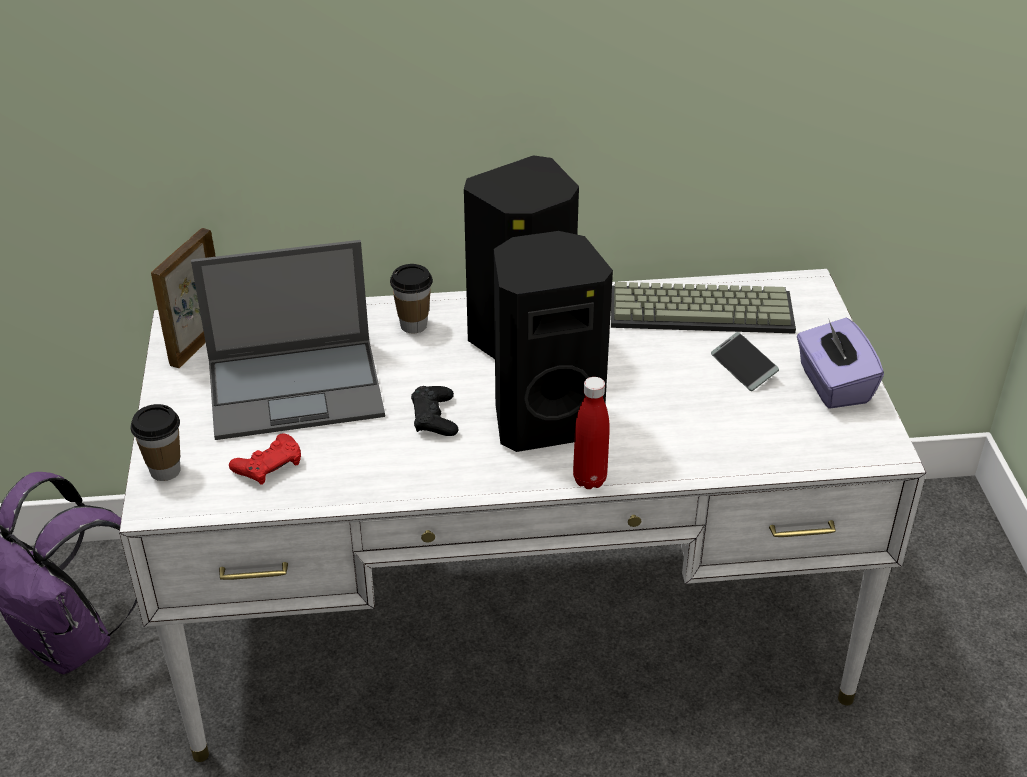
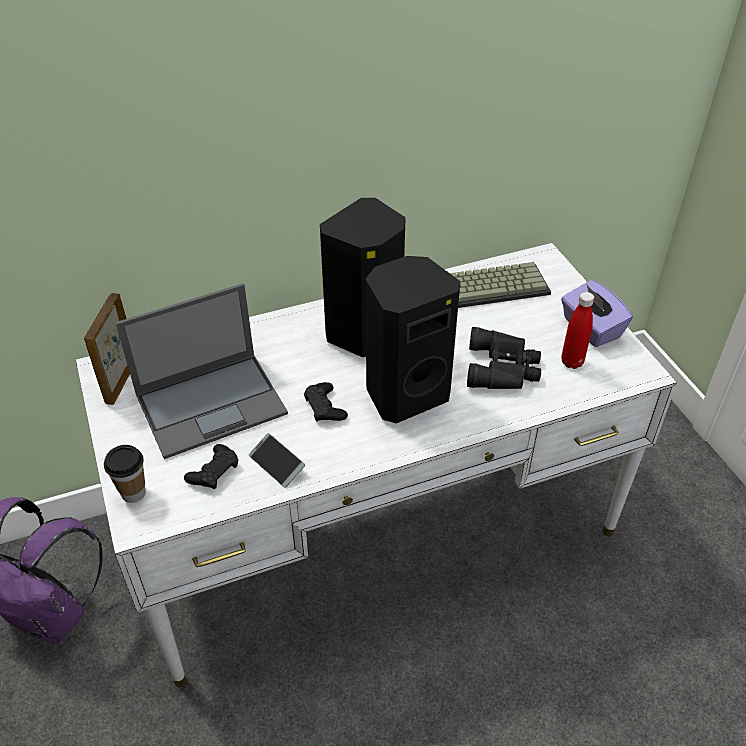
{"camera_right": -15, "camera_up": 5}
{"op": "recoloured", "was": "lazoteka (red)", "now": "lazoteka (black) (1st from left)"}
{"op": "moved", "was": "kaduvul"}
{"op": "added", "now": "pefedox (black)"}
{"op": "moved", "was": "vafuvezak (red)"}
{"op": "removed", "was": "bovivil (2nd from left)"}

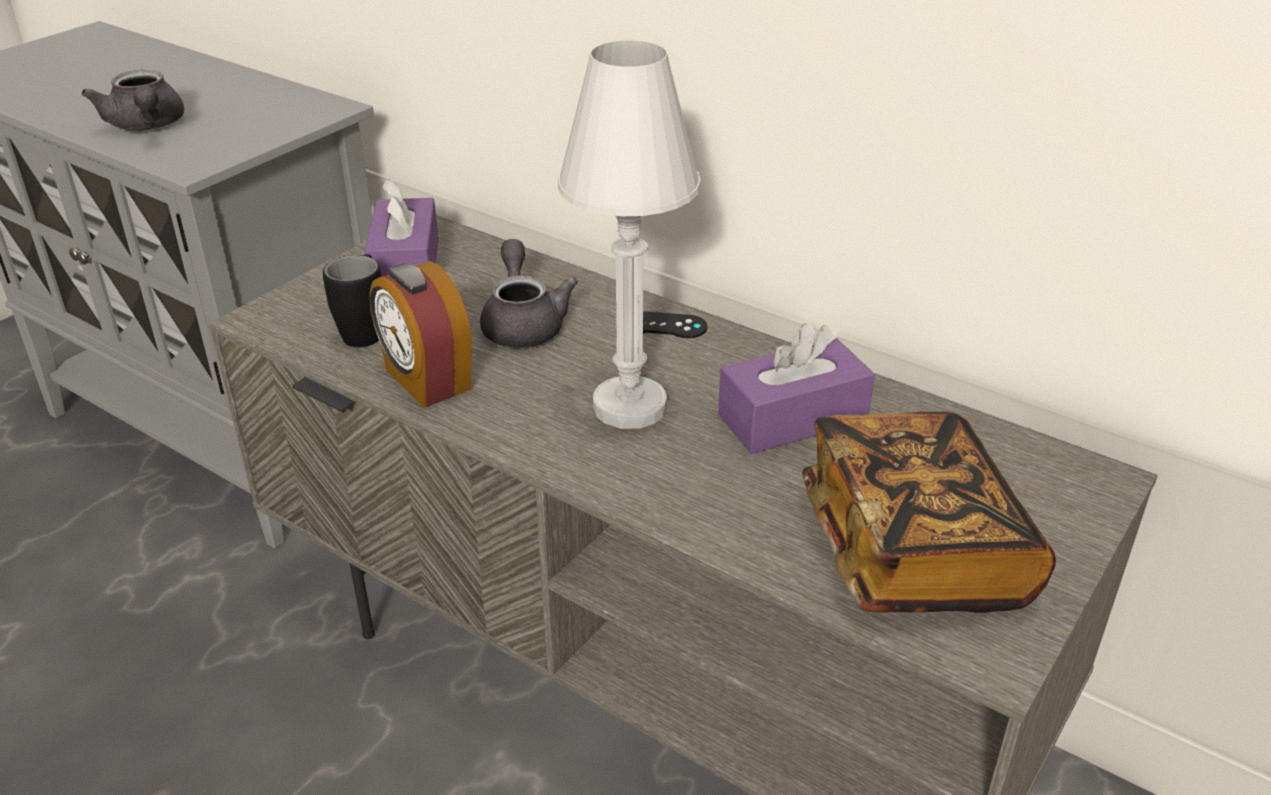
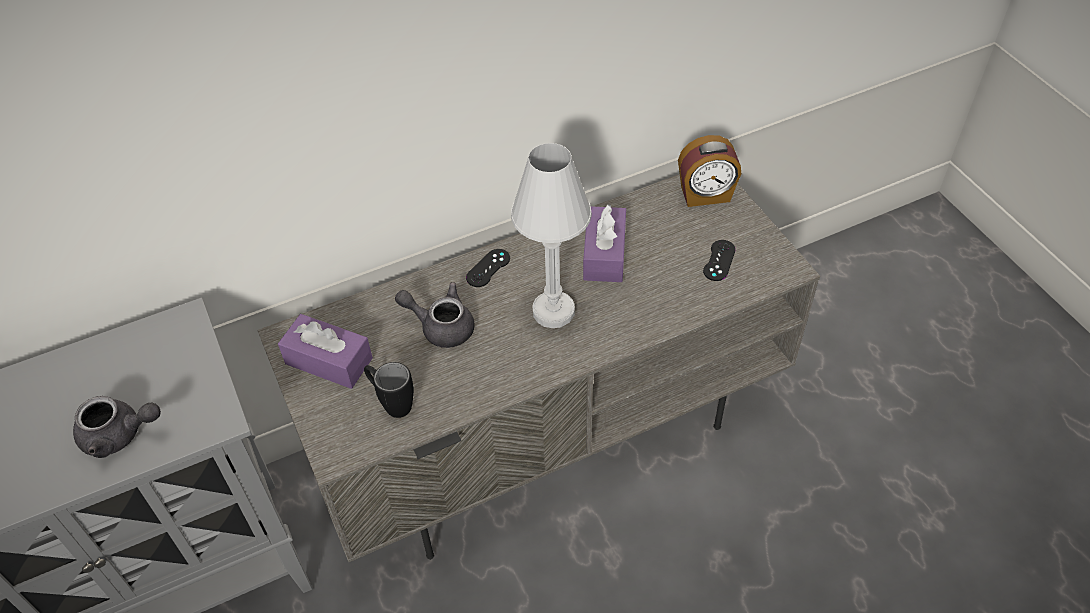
{"camera_right": -60, "camera_up": 15}
{"op": "moved", "was": "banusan"}
{"op": "replaced", "was": "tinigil", "now": "lazoteka (black) (2nd from left)"}

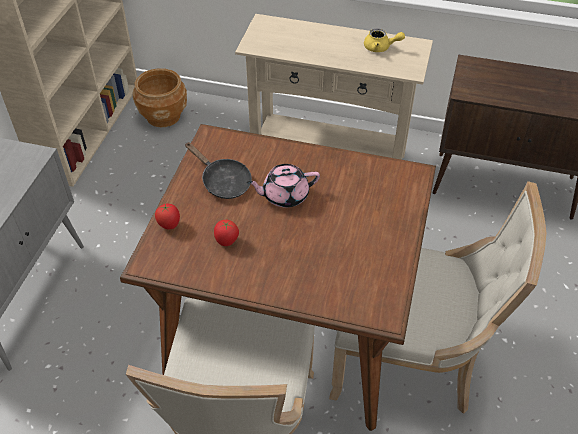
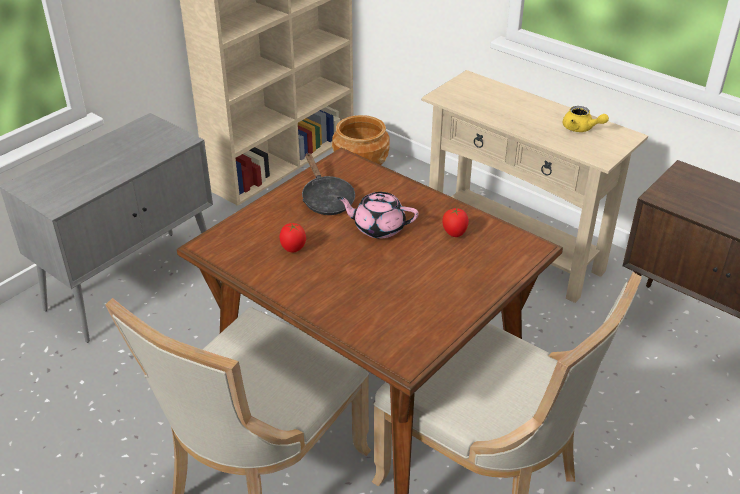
{"camera_right": 25, "camera_up": -10}
{"op": "moved", "was": "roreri (1st from left in the first image)", "now": "roreri (2nd from left)"}

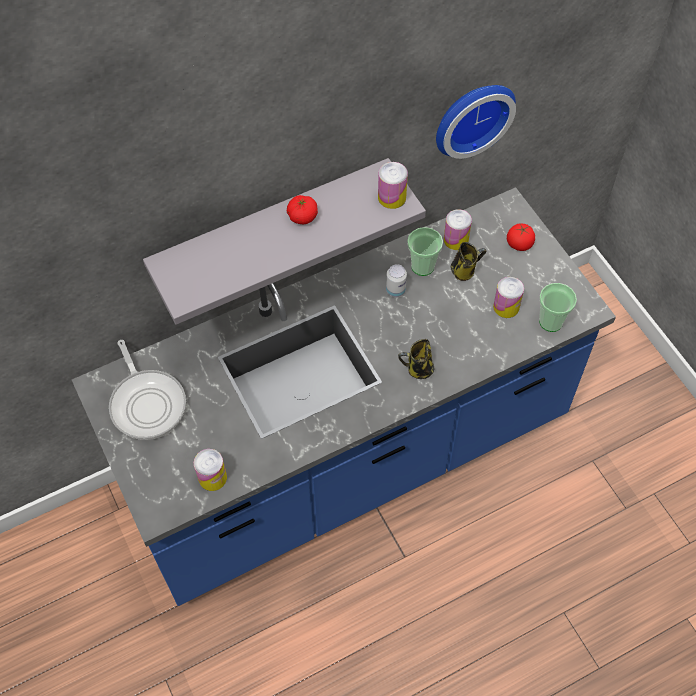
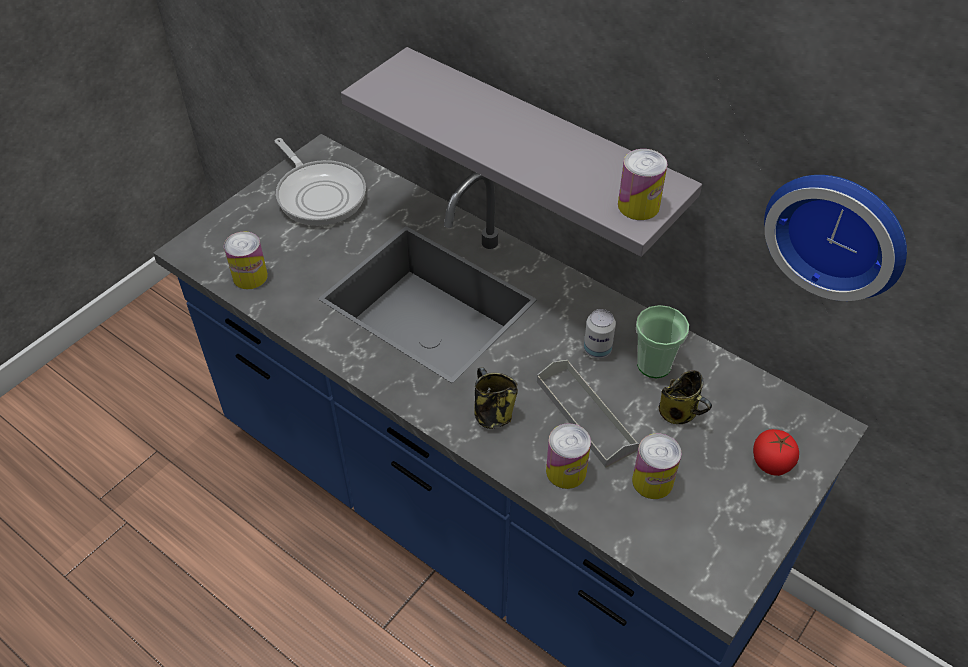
{"camera_right": 65, "camera_up": -10}
{"op": "turned", "was": "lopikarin", "clockwise": -75}
{"op": "added", "now": "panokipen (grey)"}
{"op": "moved", "was": "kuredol (4th from left in the first image)", "now": "kuredol (2nd from left)"}
{"op": "removed", "was": "roreri (1st from left)"}
{"op": "removed", "was": "bovivil (2nd from left)"}

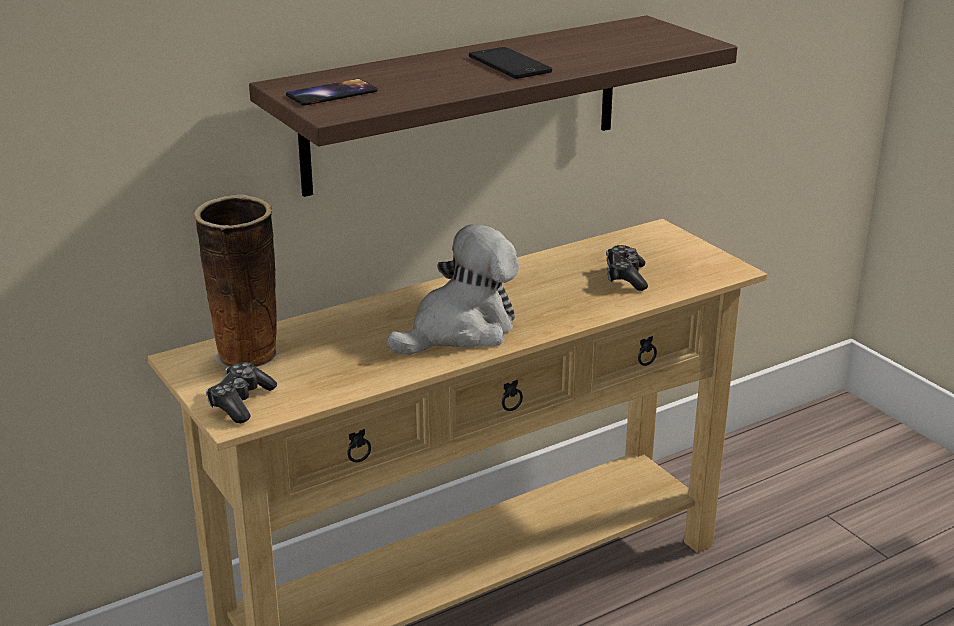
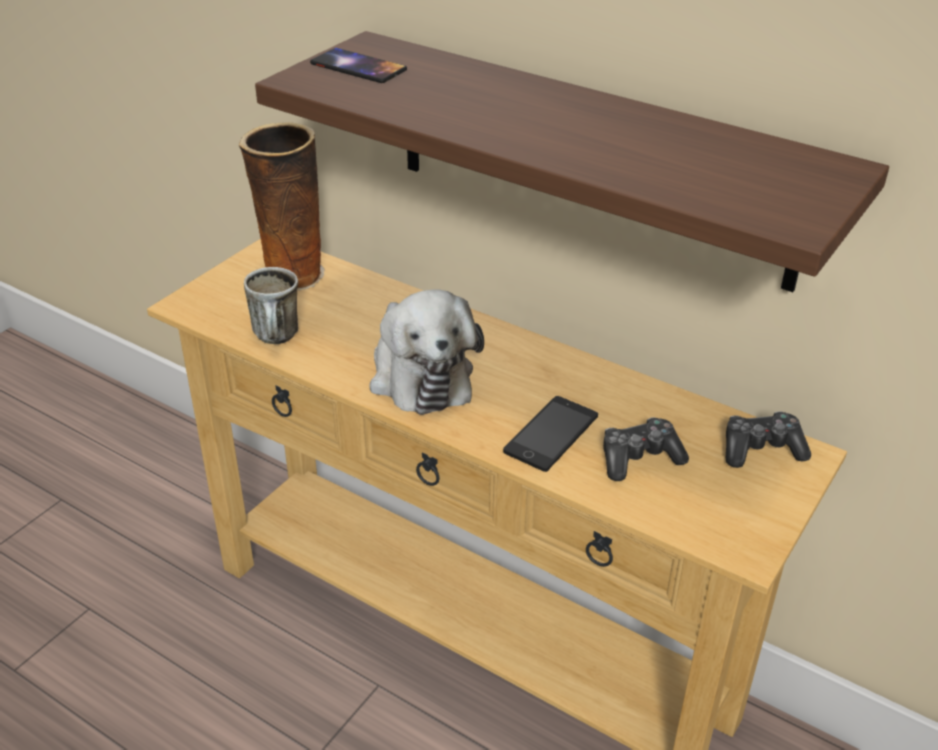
{"camera_right": 65, "camera_up": 10}
{"op": "added", "now": "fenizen"}
{"op": "turned", "was": "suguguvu", "clockwise": 45}
{"op": "moved", "was": "kaduvul (2nd from left)"}
{"op": "moved", "was": "lazoteka (1st from left in the first image)", "now": "lazoteka (2nd from left)"}

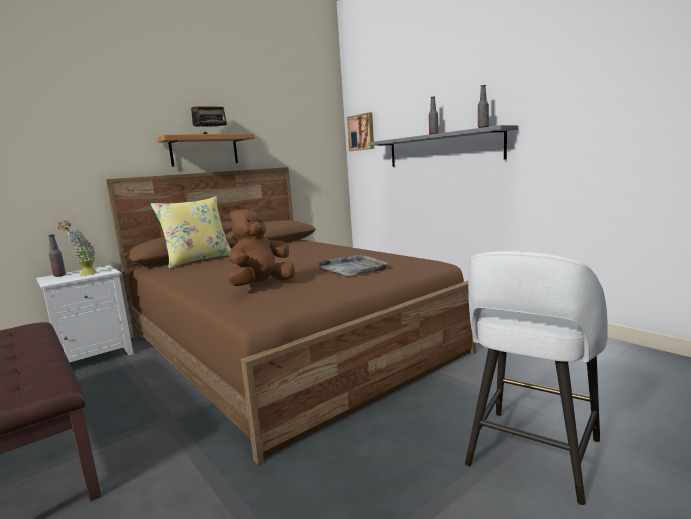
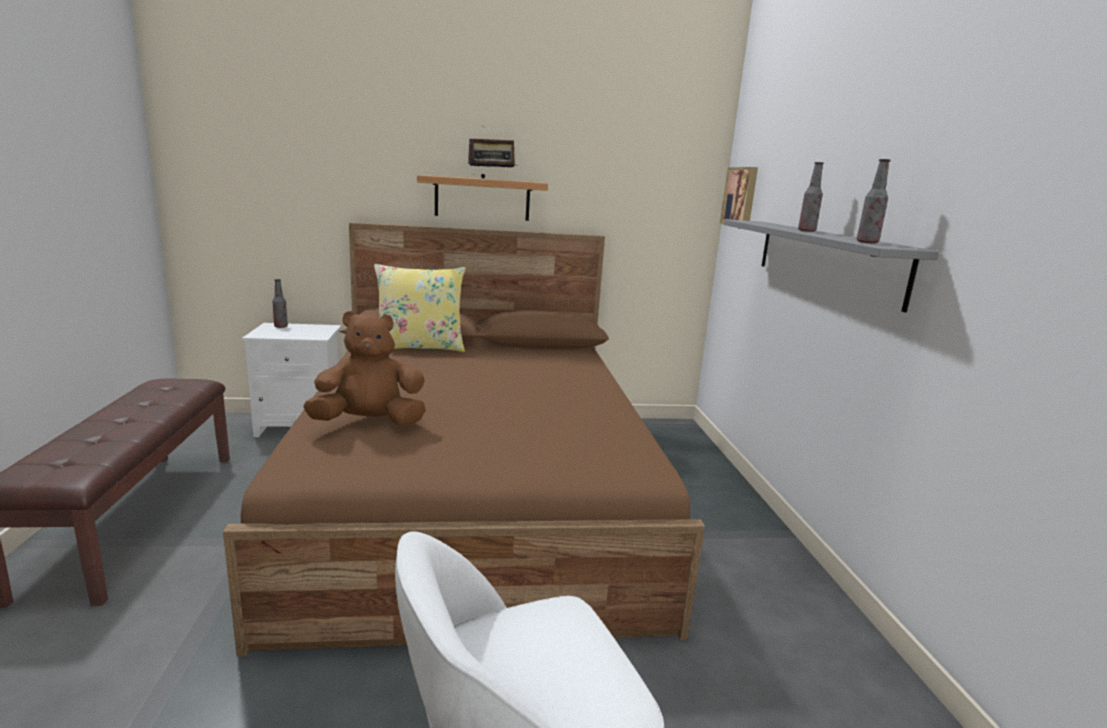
{"camera_right": 30, "camera_up": 5}
{"op": "removed", "was": "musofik"}
{"op": "removed", "was": "panokipen (grey)"}

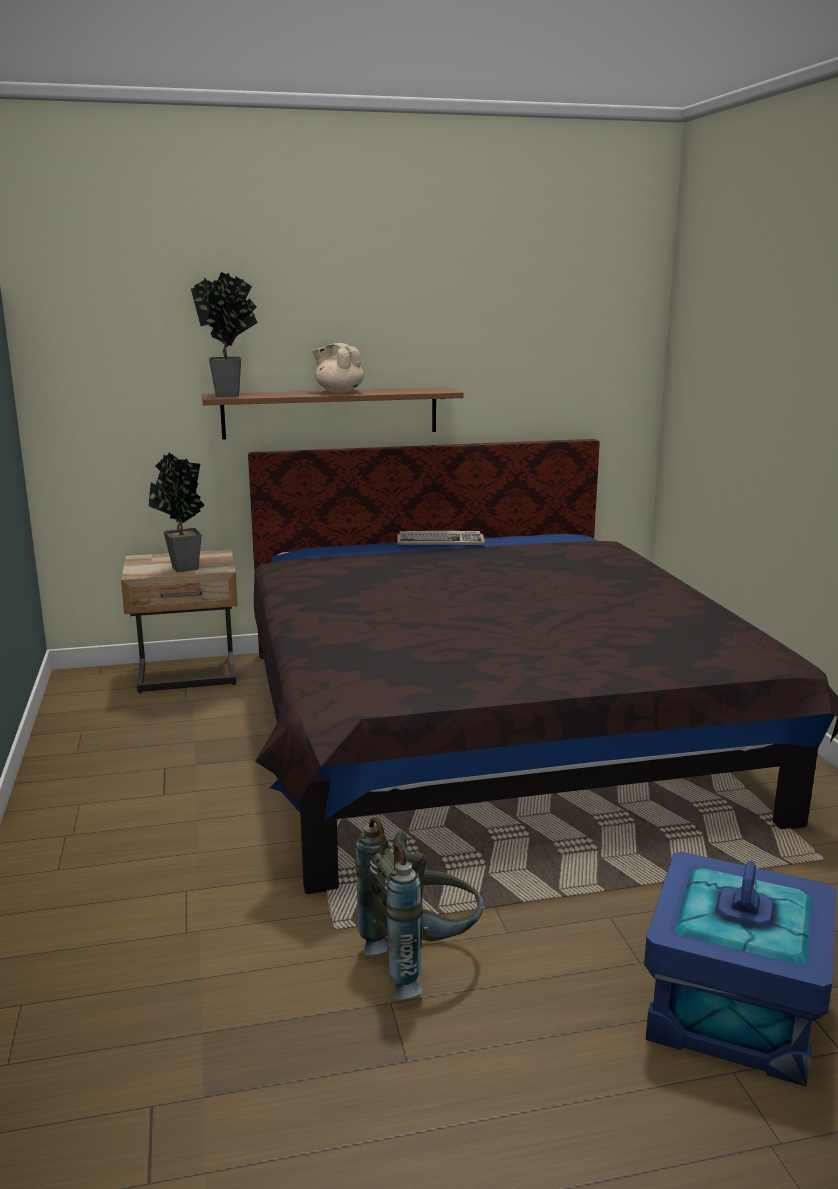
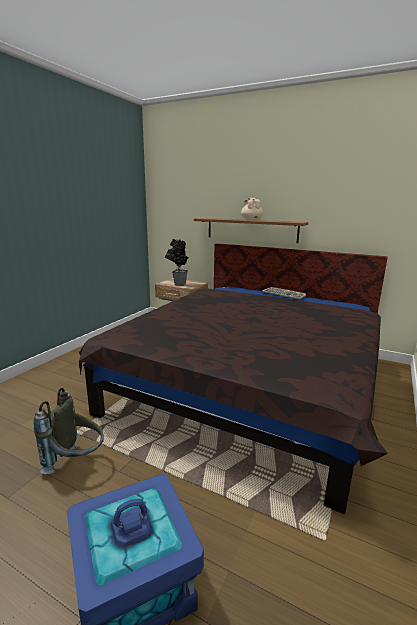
{"camera_right": 40, "camera_up": 0}
{"op": "removed", "was": "musofik (2nd from left)"}

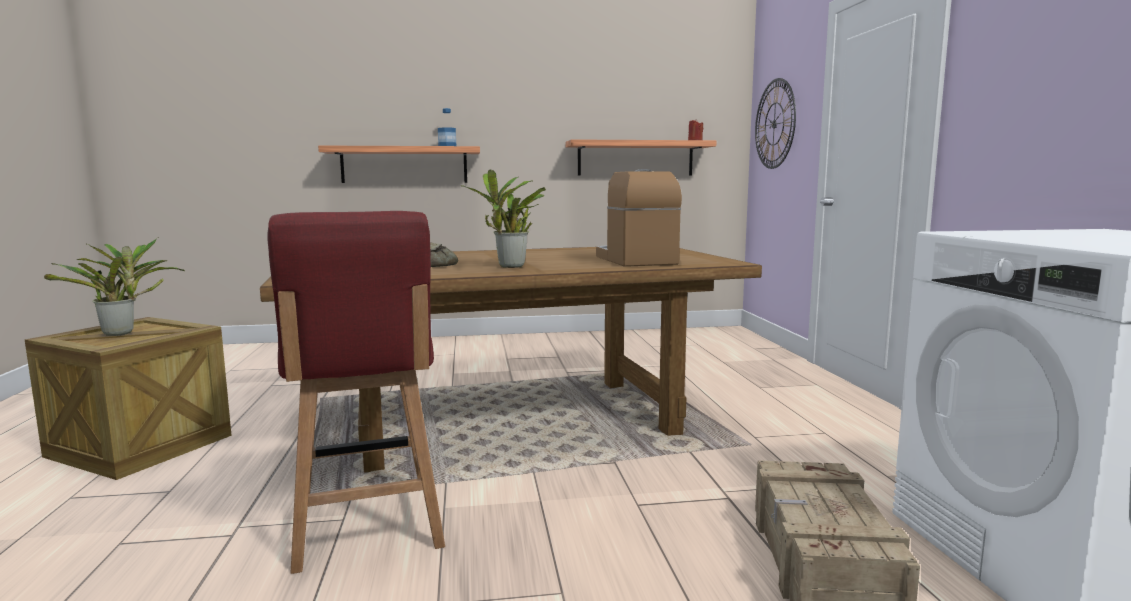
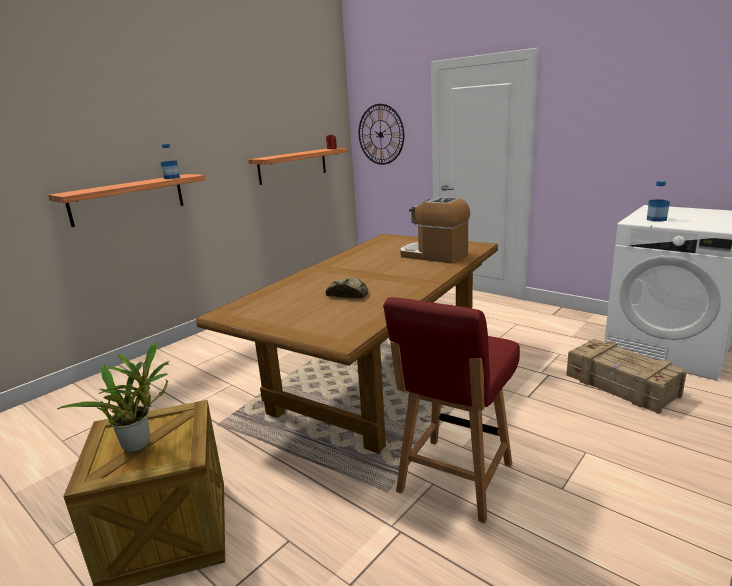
{"camera_right": -40, "camera_up": 10}
{"op": "turned", "was": "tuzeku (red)", "clockwise": 90}
{"op": "added", "now": "vafuvezak (2nd from left)"}
{"op": "removed", "was": "musofik (2nd from left)"}

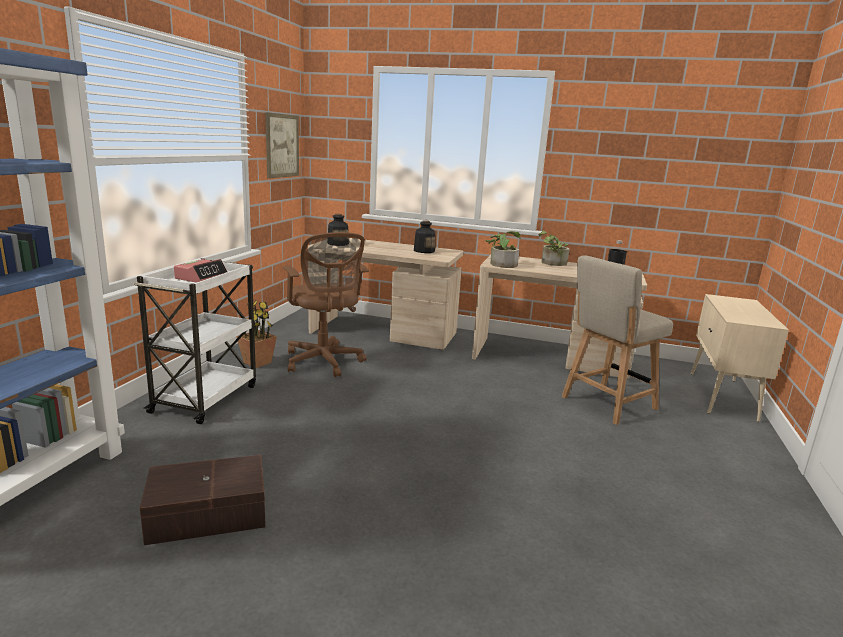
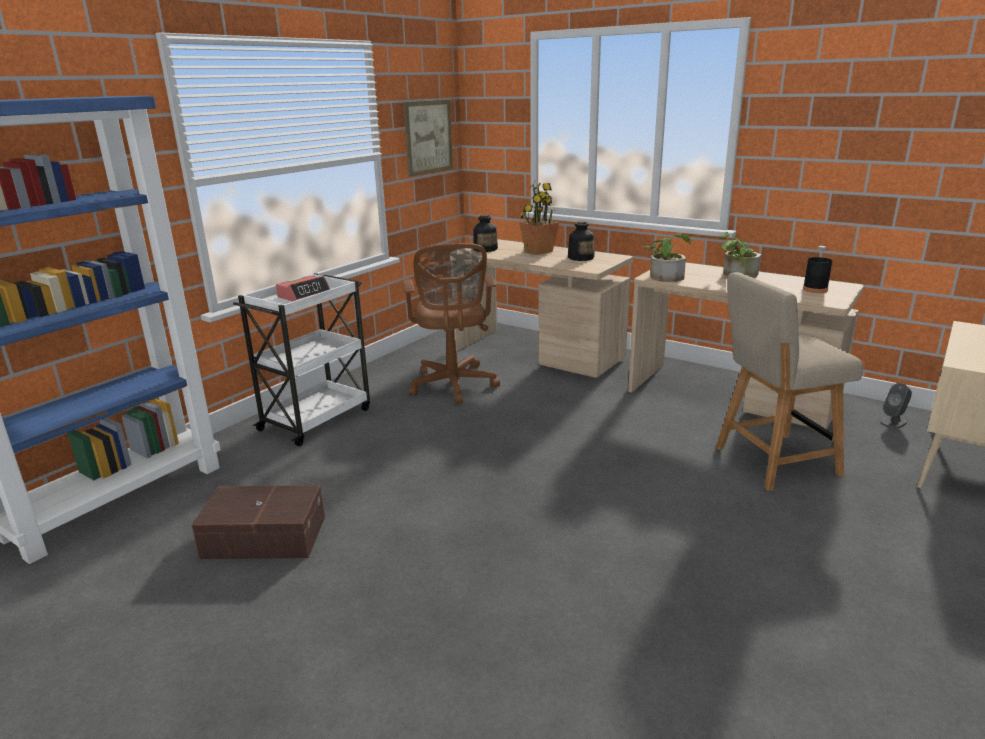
{"camera_right": 20, "camera_up": 5}
{"op": "moved", "was": "musofik (1st from left)"}
{"op": "added", "now": "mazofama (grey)"}

